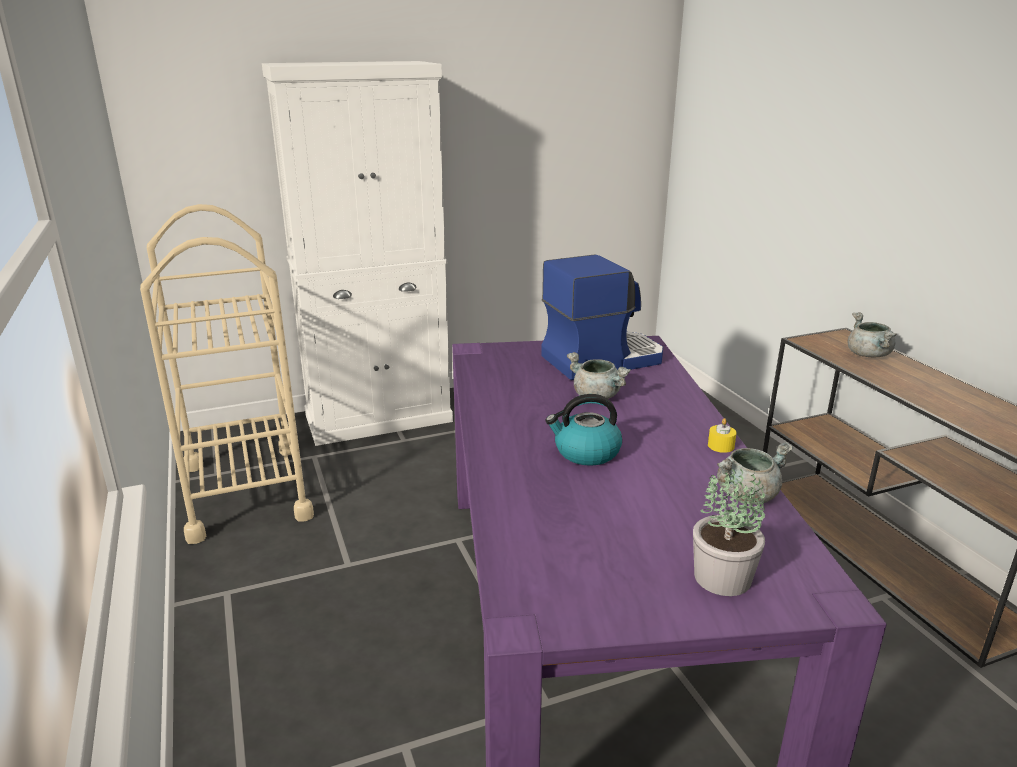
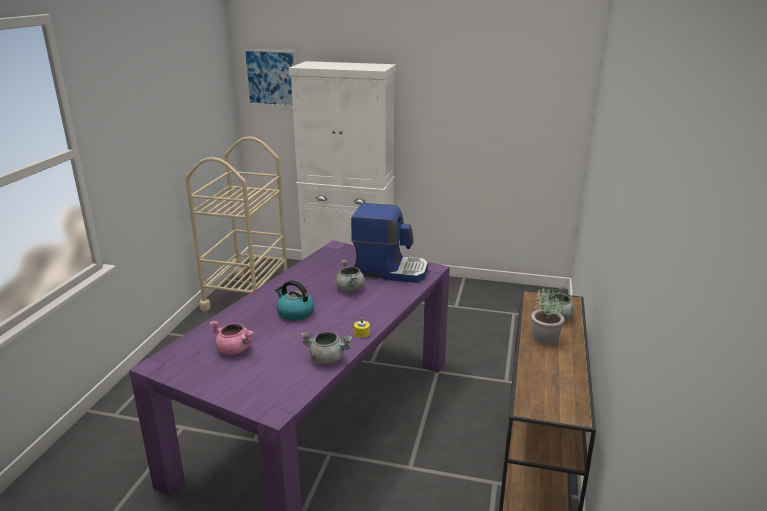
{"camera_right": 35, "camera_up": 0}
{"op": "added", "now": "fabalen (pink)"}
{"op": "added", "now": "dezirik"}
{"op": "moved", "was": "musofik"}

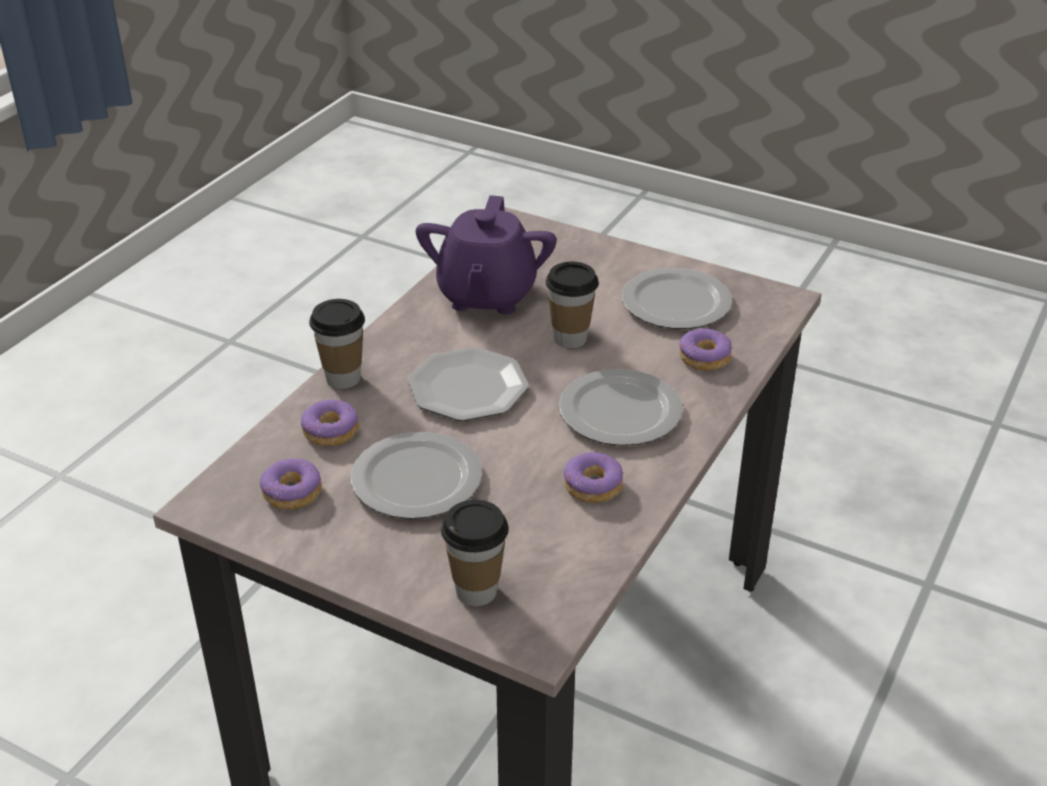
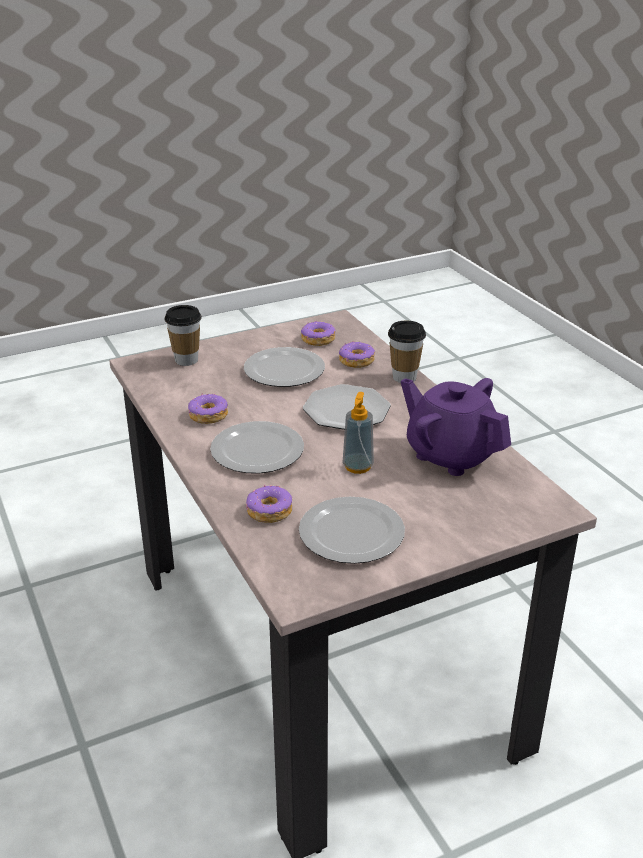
{"camera_right": 125, "camera_up": -5}
{"op": "replaced", "was": "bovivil (3rd from left)", "now": "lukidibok"}

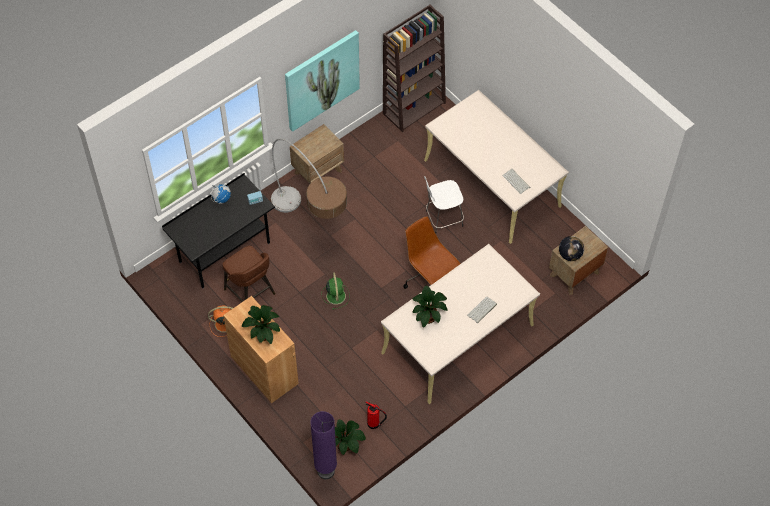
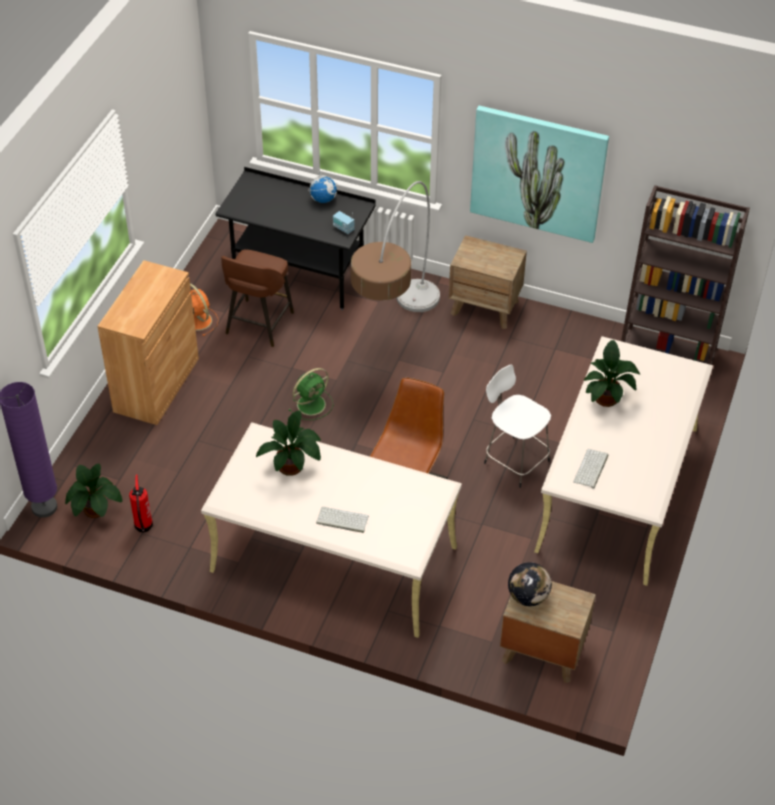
{"camera_right": 60, "camera_up": -10}
{"op": "moved", "was": "musofik (1st from left in the first image)", "now": "musofik (3rd from left)"}

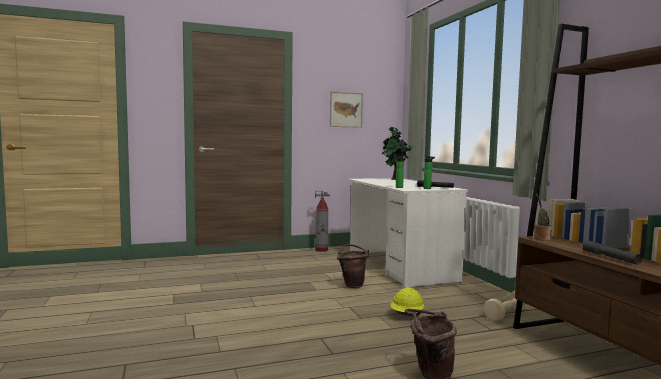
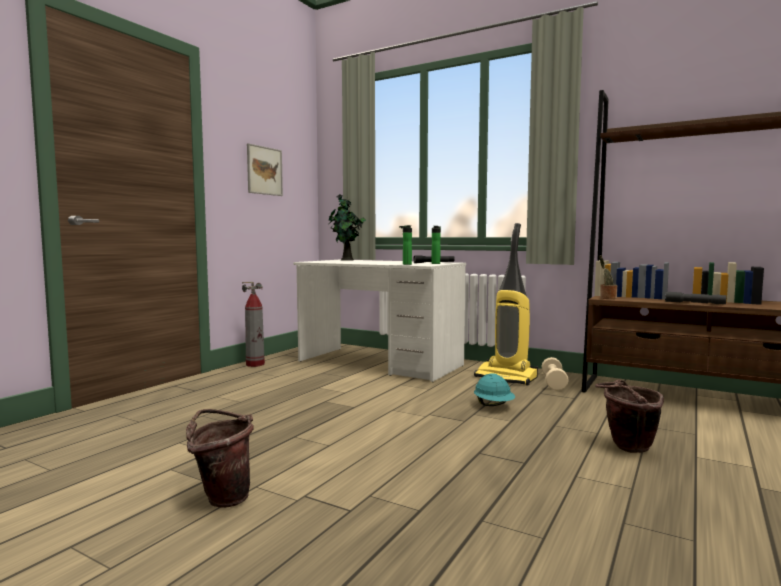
{"camera_right": -40, "camera_up": 0}
{"op": "moved", "was": "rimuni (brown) (1st from left)"}
{"op": "added", "now": "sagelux"}
{"op": "recoloured", "was": "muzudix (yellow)", "now": "muzudix (turquoise)"}

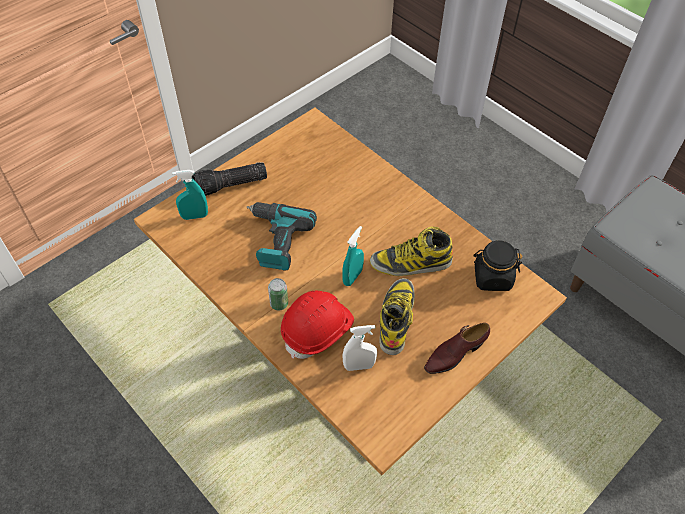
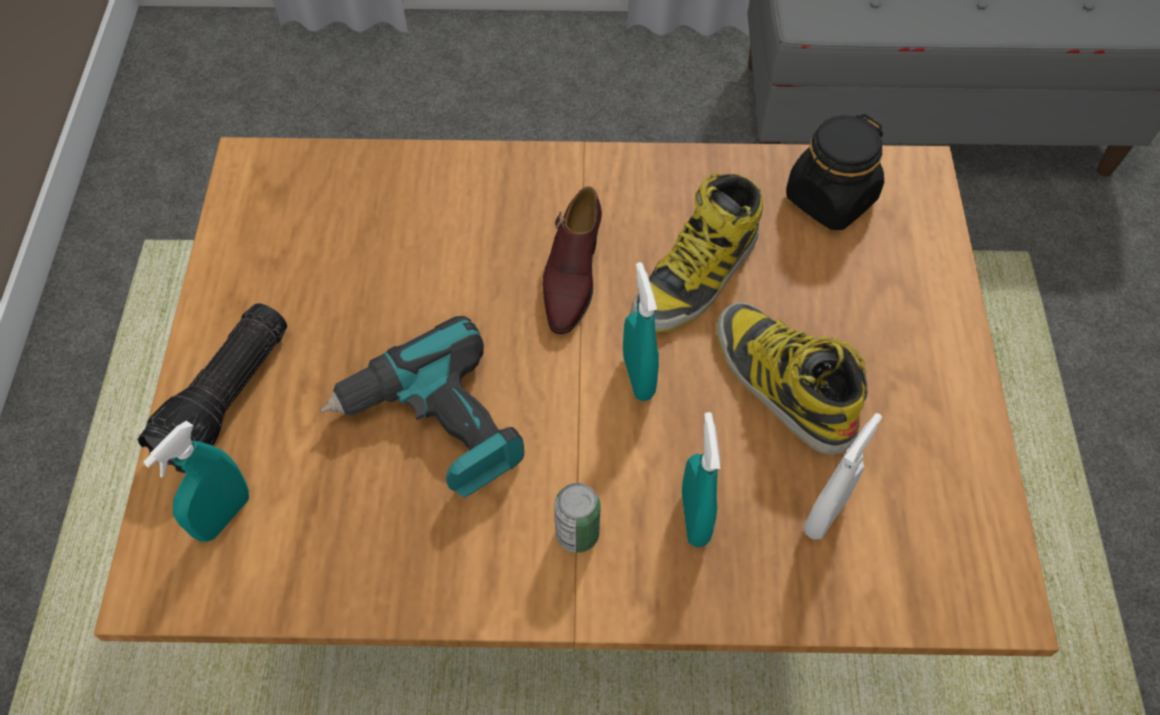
{"camera_right": -45, "camera_up": 5}
{"op": "moved", "was": "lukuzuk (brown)"}
{"op": "replaced", "was": "muzudix (red)", "now": "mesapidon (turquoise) (3rd from left)"}

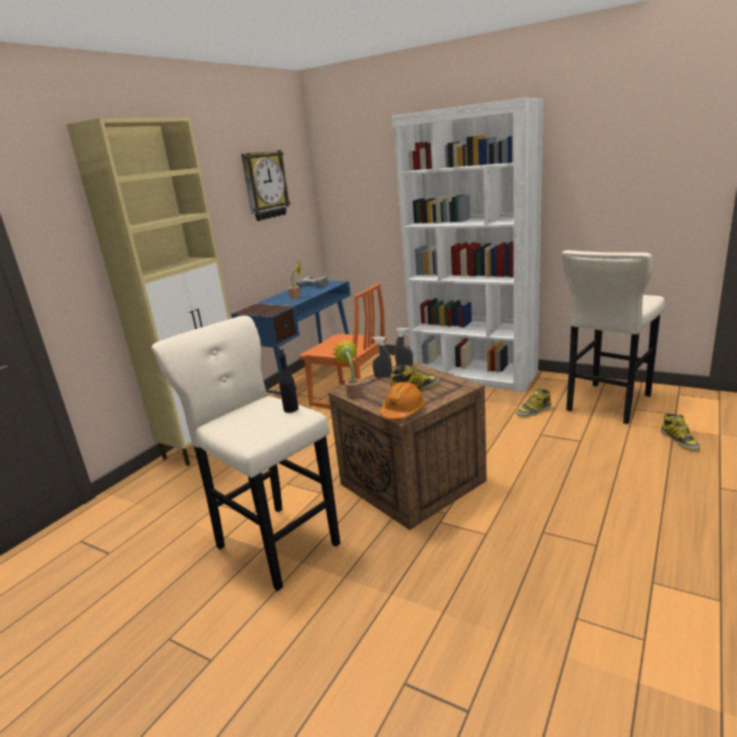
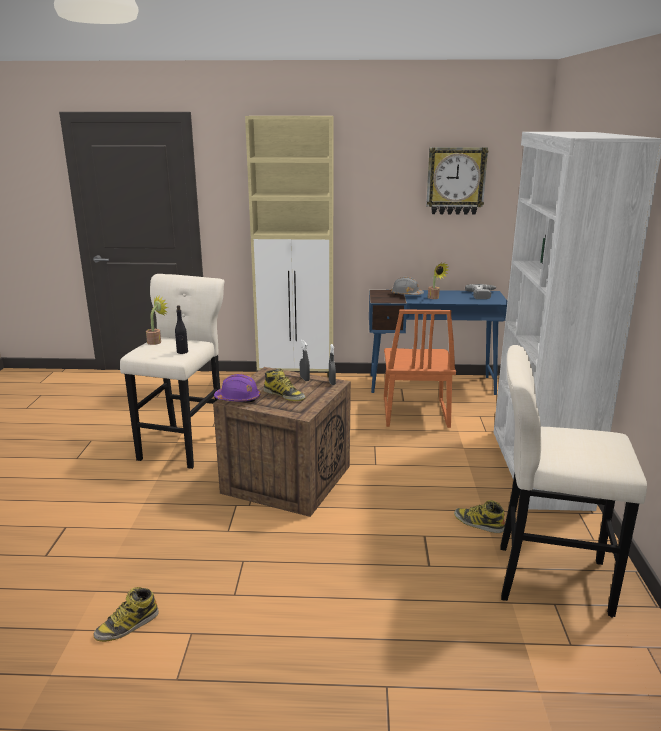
{"camera_right": 60, "camera_up": 0}
{"op": "moved", "was": "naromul (3rd from left in the first image)", "now": "naromul (1st from left)"}
{"op": "moved", "was": "musofik (2nd from left in the first image)", "now": "musofik (1st from left)"}
{"op": "recoloured", "was": "muzudix (orange)", "now": "muzudix (purple)"}
{"op": "added", "now": "muzudix (grey)"}

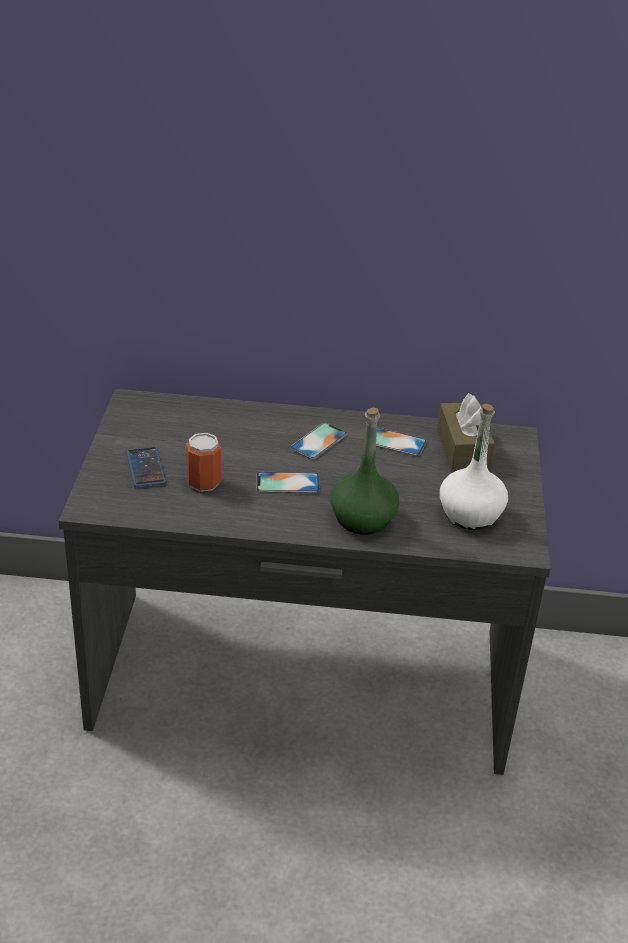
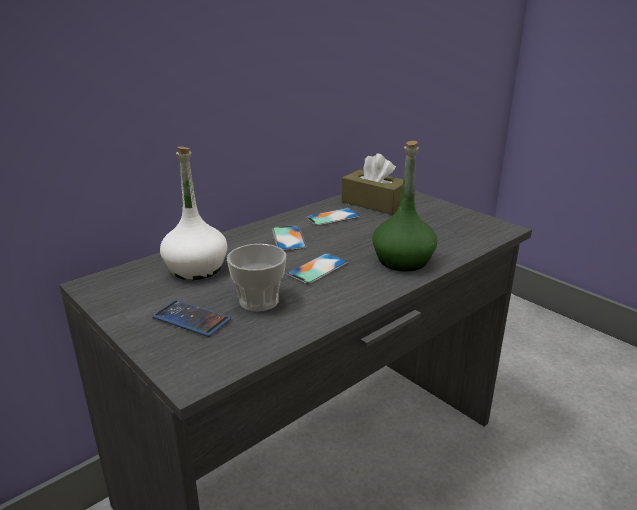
{"camera_right": -45, "camera_up": -10}
{"op": "moved", "was": "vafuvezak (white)"}
{"op": "replaced", "was": "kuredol", "now": "bovivil"}

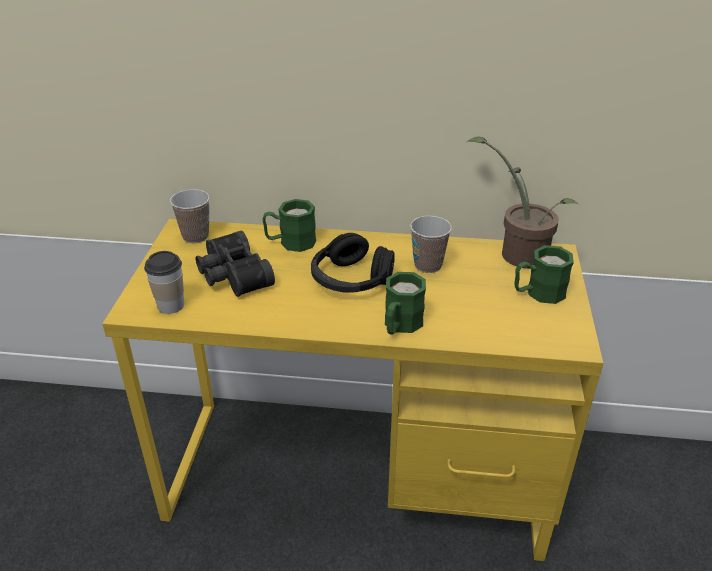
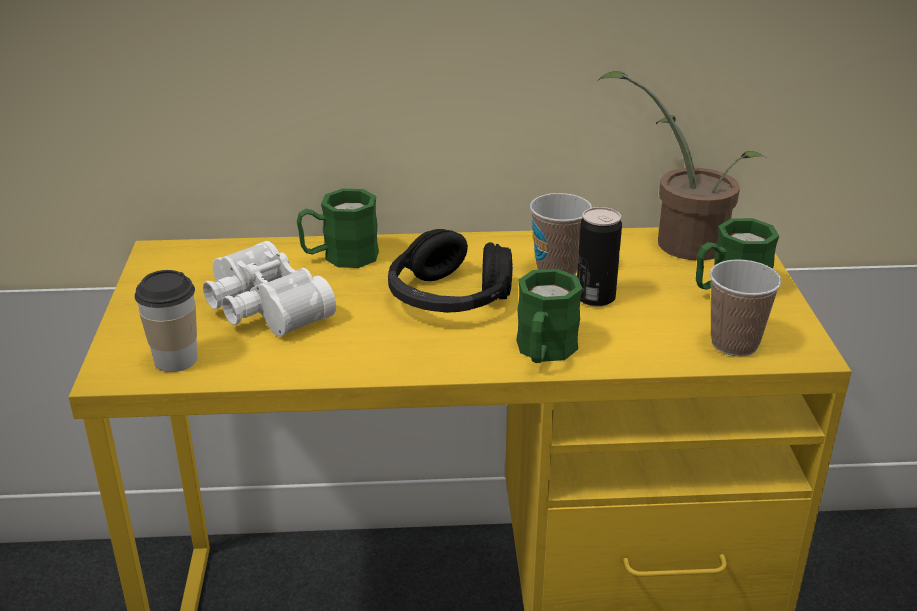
{"camera_right": -10, "camera_up": -5}
{"op": "recoloured", "was": "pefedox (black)", "now": "pefedox (white)"}
{"op": "added", "now": "kuredol"}
{"op": "moved", "was": "bovivil (2nd from left in the first image)", "now": "bovivil (3rd from left)"}

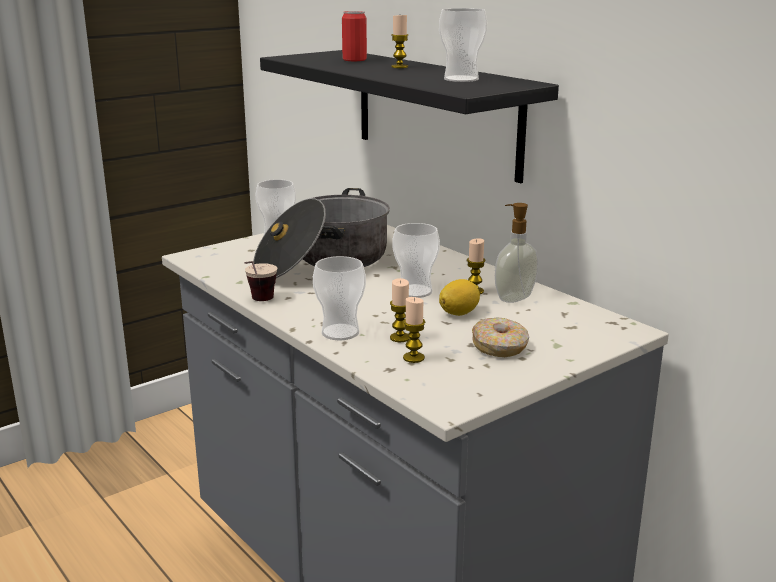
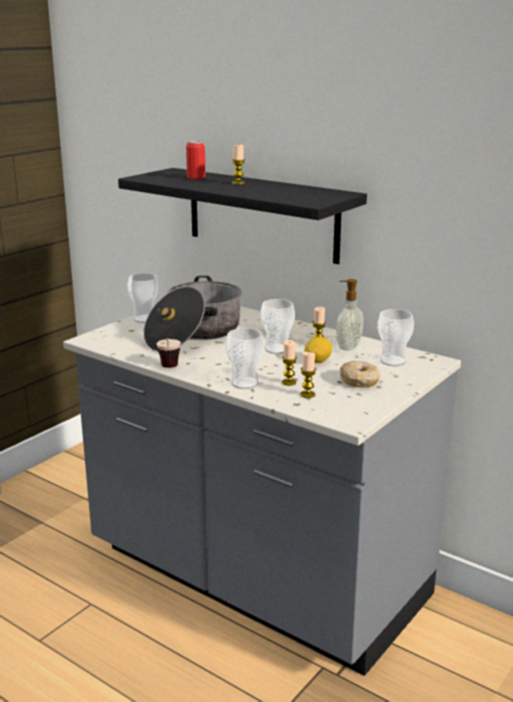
{"camera_right": -15, "camera_up": 0}
{"op": "moved", "was": "bovivil (5th from left)"}

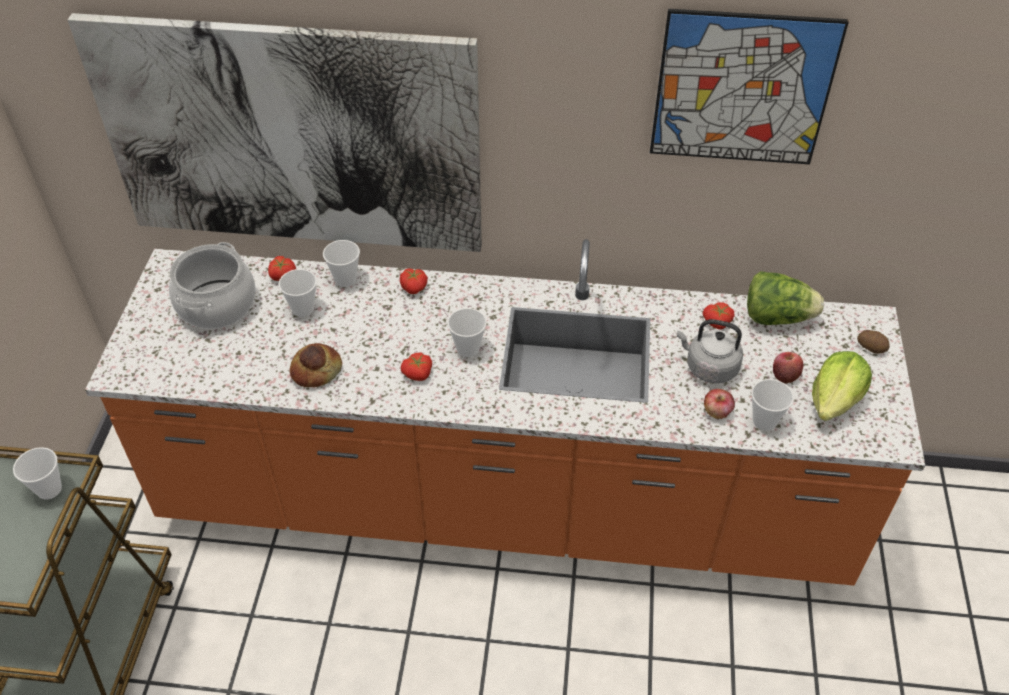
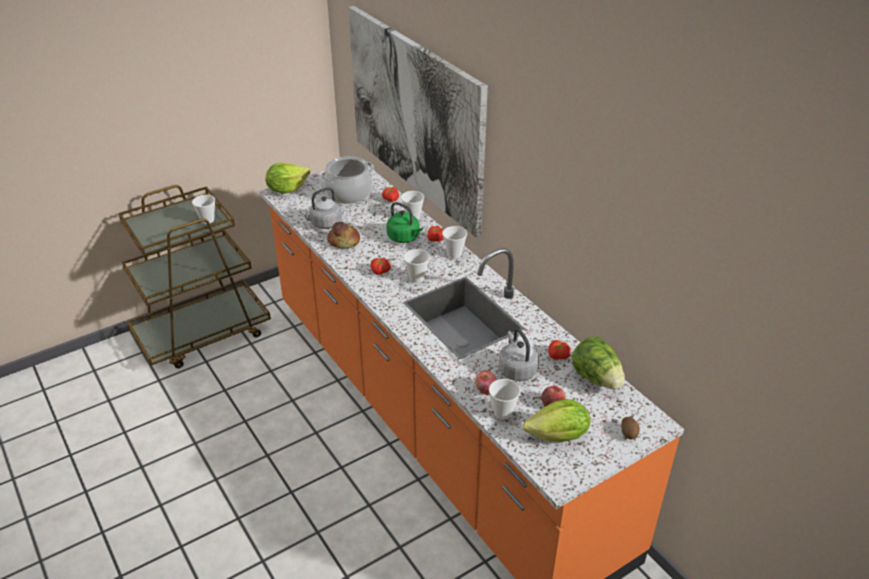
{"camera_right": 50, "camera_up": -10}
{"op": "added", "now": "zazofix (1st from left)"}
{"op": "added", "now": "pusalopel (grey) (1st from left)"}
{"op": "added", "now": "pusalopel (green)"}
{"op": "moved", "was": "bovivil (2nd from left in the first image)", "now": "bovivil (4th from left)"}
{"op": "removed", "was": "dezirik (2nd from left)"}

